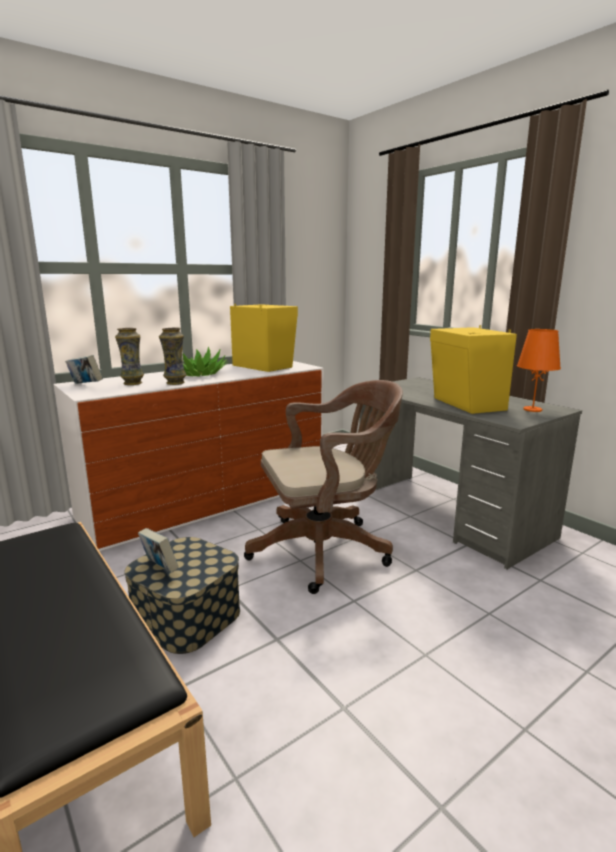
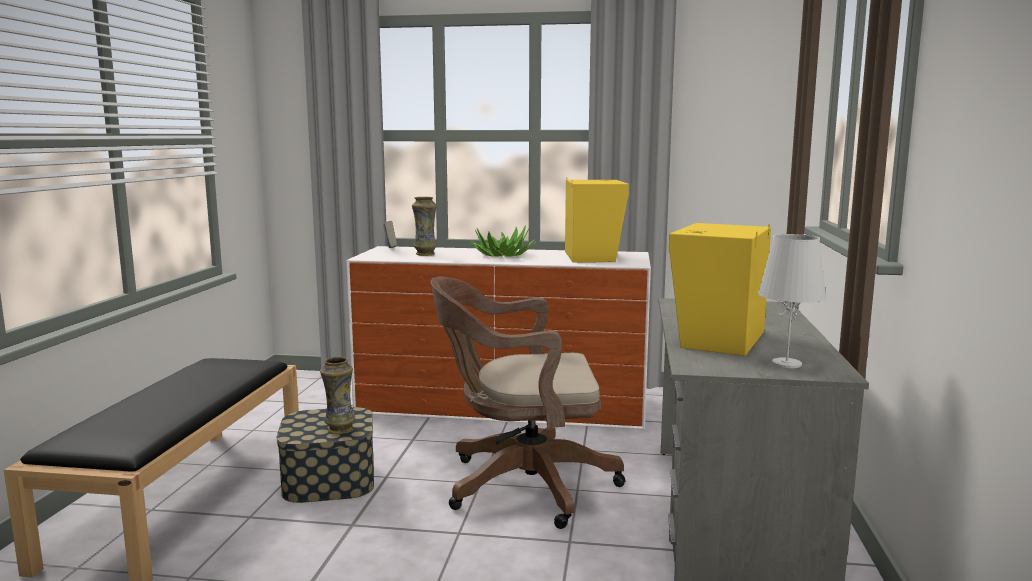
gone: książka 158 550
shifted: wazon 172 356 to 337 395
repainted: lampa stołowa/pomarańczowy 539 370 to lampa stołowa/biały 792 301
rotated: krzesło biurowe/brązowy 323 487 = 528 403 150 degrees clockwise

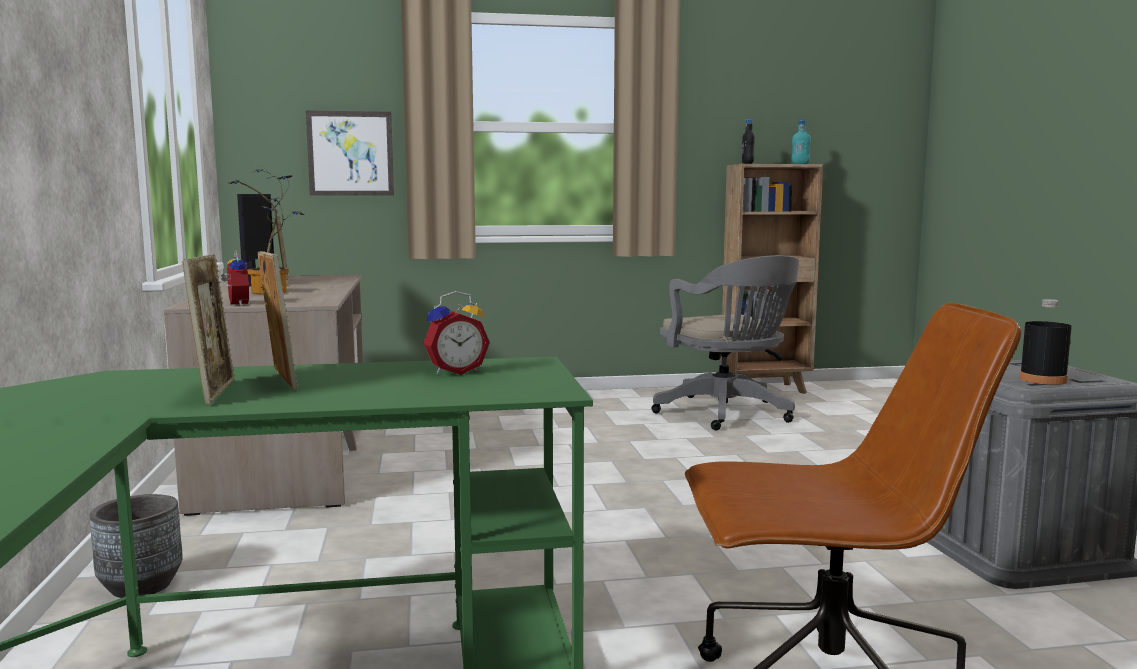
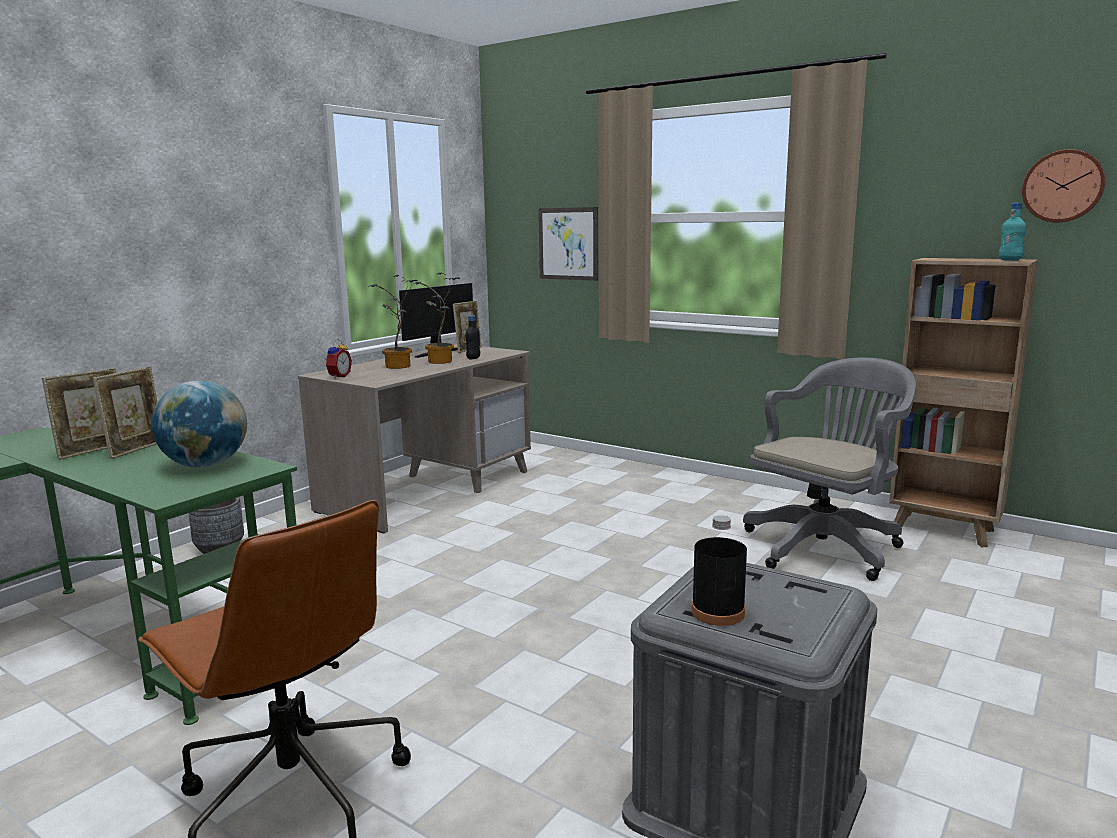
new: zegar ścienny 1063 186; roślina doniczkowa 436 318
shifted: butelka/czarny 748 141 to 472 337
swapped: budzik 457 333 to globus 199 424
rotated: krzesło biurowe/szary 725 342 = 829 469 150 degrees counterclockwise

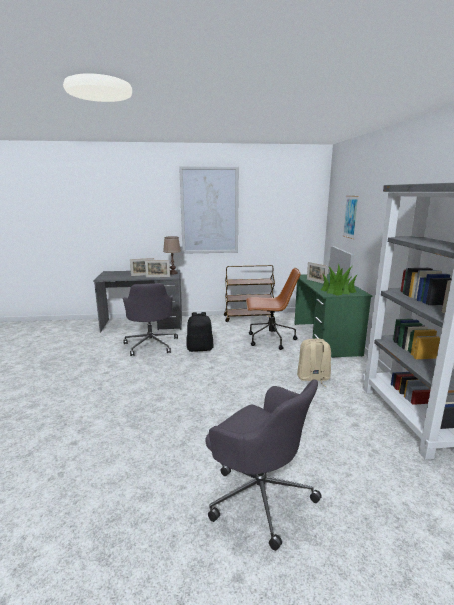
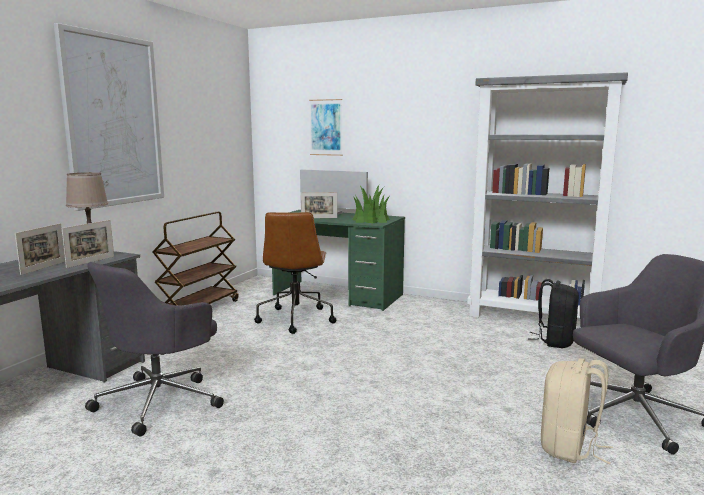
shifted: plecak/czarny 200 332 to 553 313; plecak/beżowy 314 362 to 577 411
rotated: krzesło biurowe/brązowy 273 309 = 295 273 150 degrees clockwise; krzesło biurowe/szary 150 319 = 154 349 105 degrees clockwise

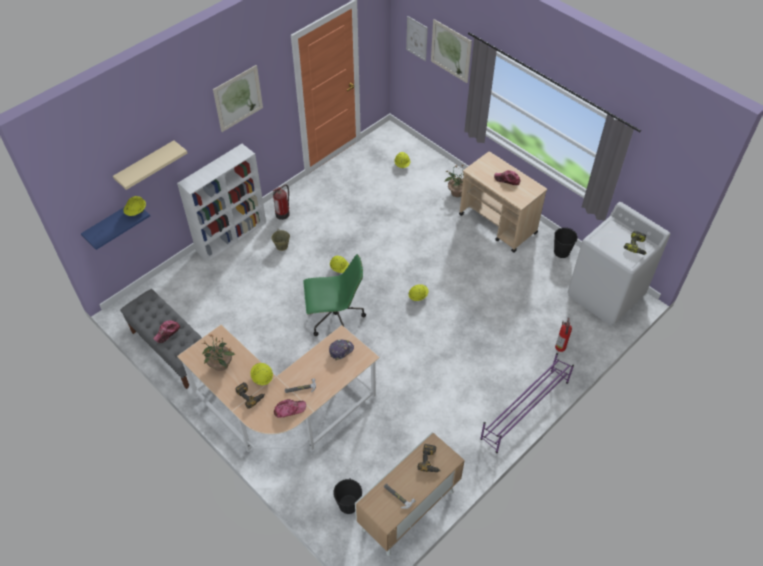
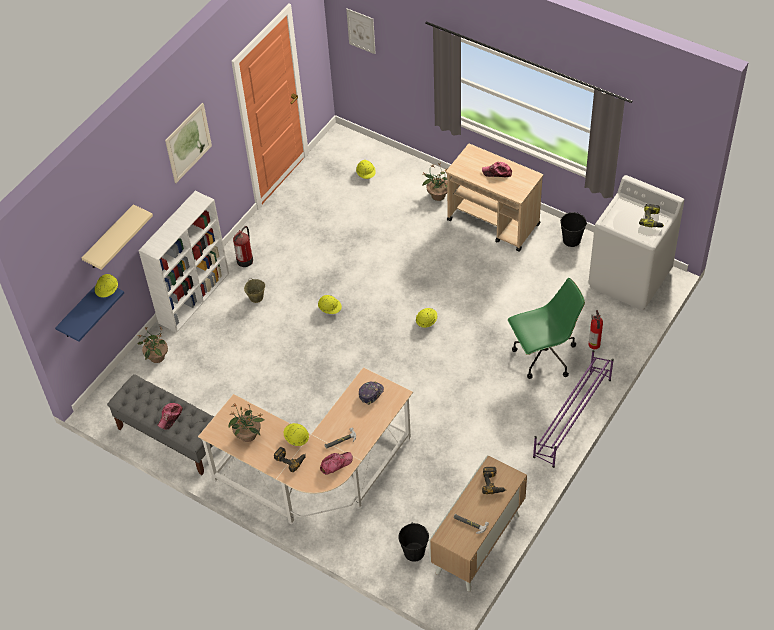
gone: obraz 451 51
new: roślina doniczkowa 152 344
shifted: krzesło biurowe/zielony 334 295 to 546 328

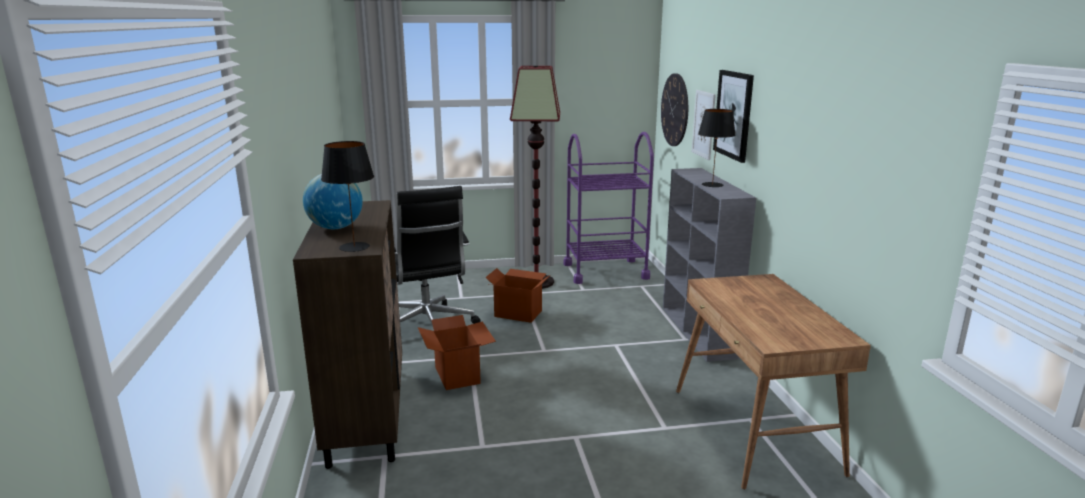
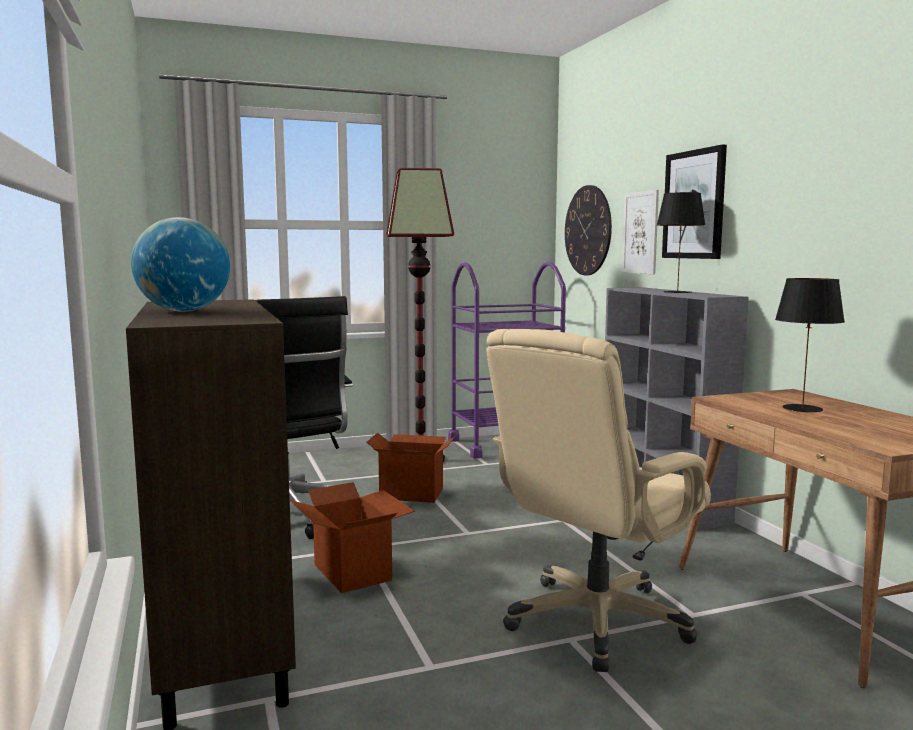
new: krzesło biurowe/beżowy 598 500
shifted: lampa stołowa/czarny 347 196 to 810 345

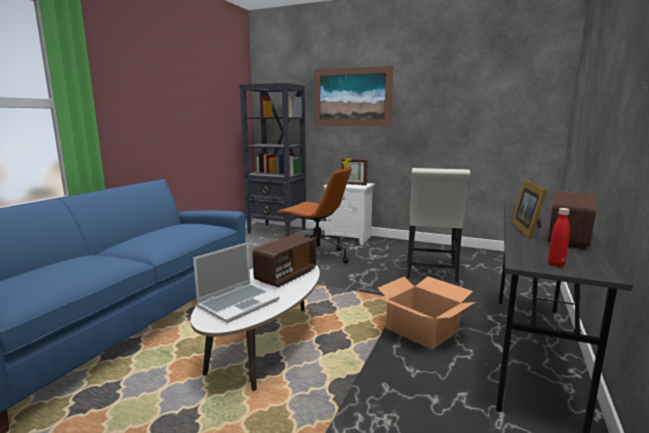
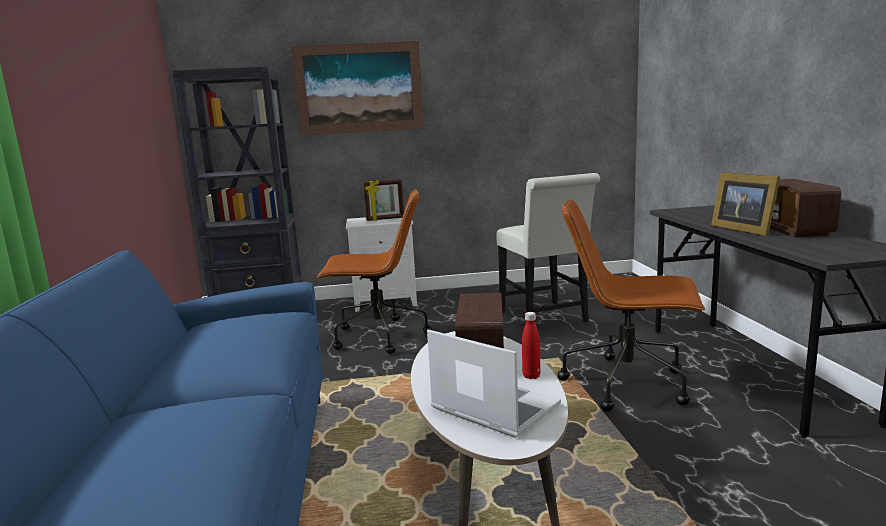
shifted: butelka/czerwony 559 237 to 531 345
swapped: karton 424 313 to krzesło biurowe/brązowy 631 305
rotated: laptop 236 282 = 494 383 60 degrees counterclockwise

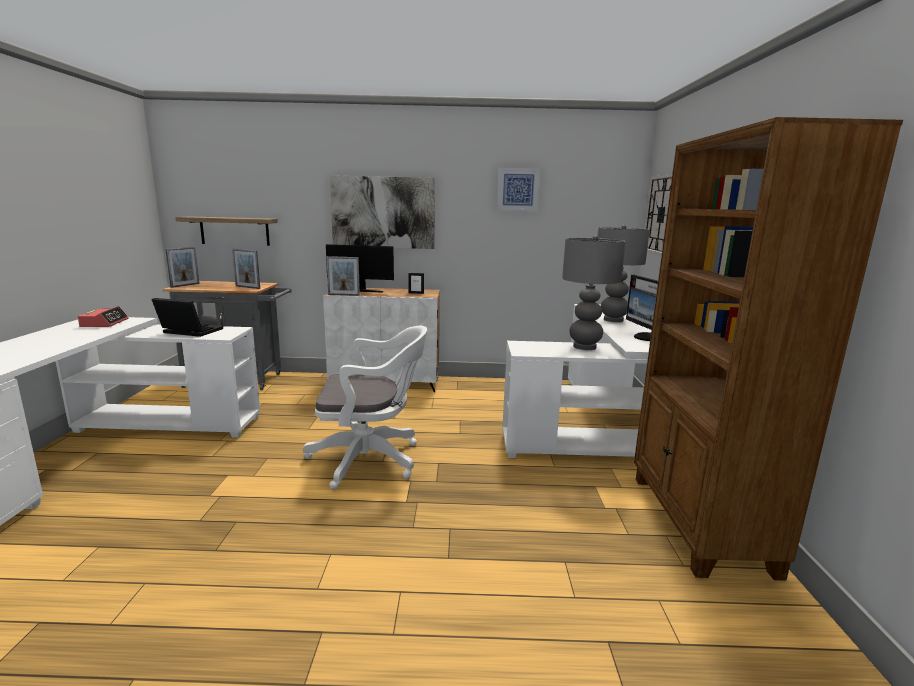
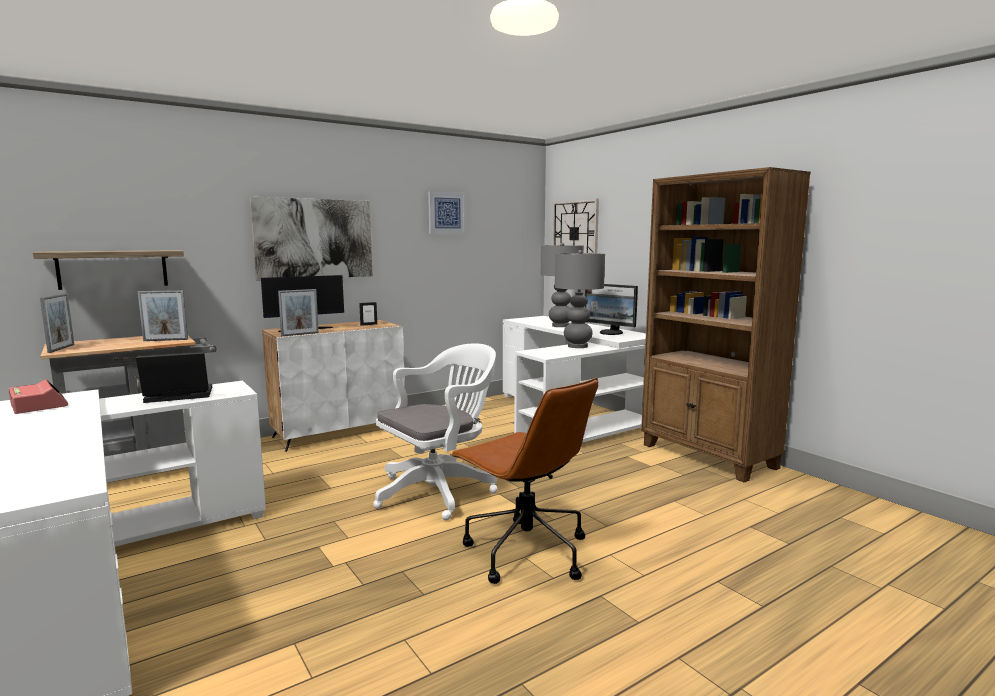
new: krzesło biurowe/brązowy 524 481

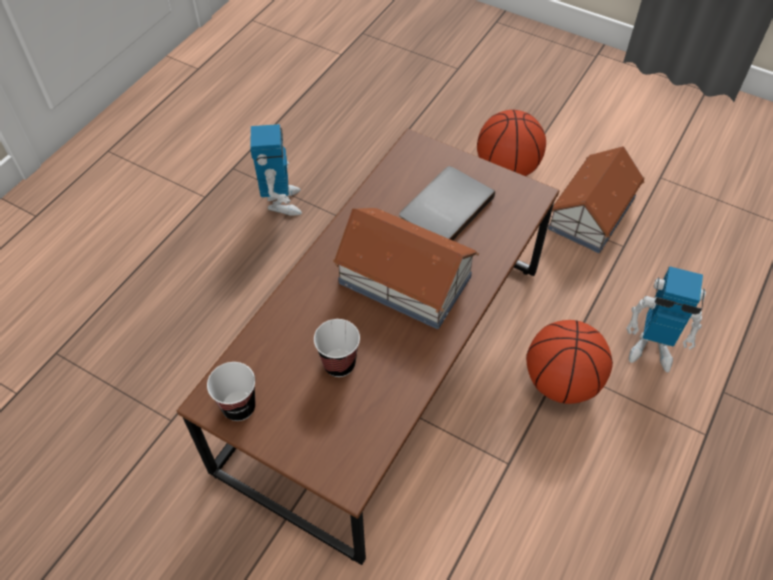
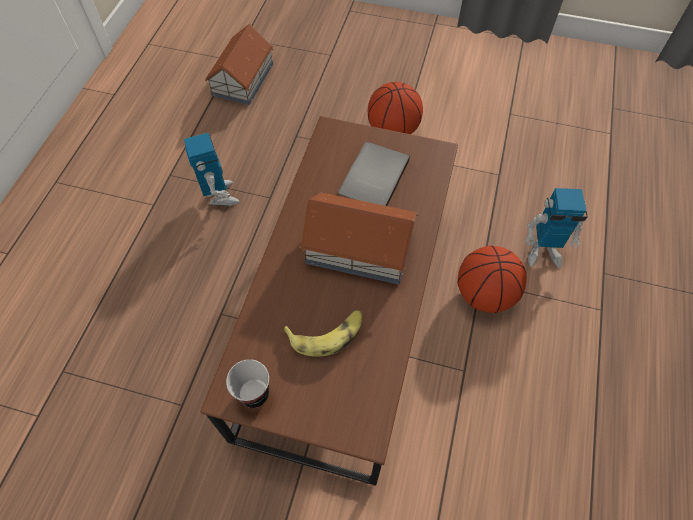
shifted: domek 596 199 to 239 64
swapped: filiżanka 337 348 to banan 322 333

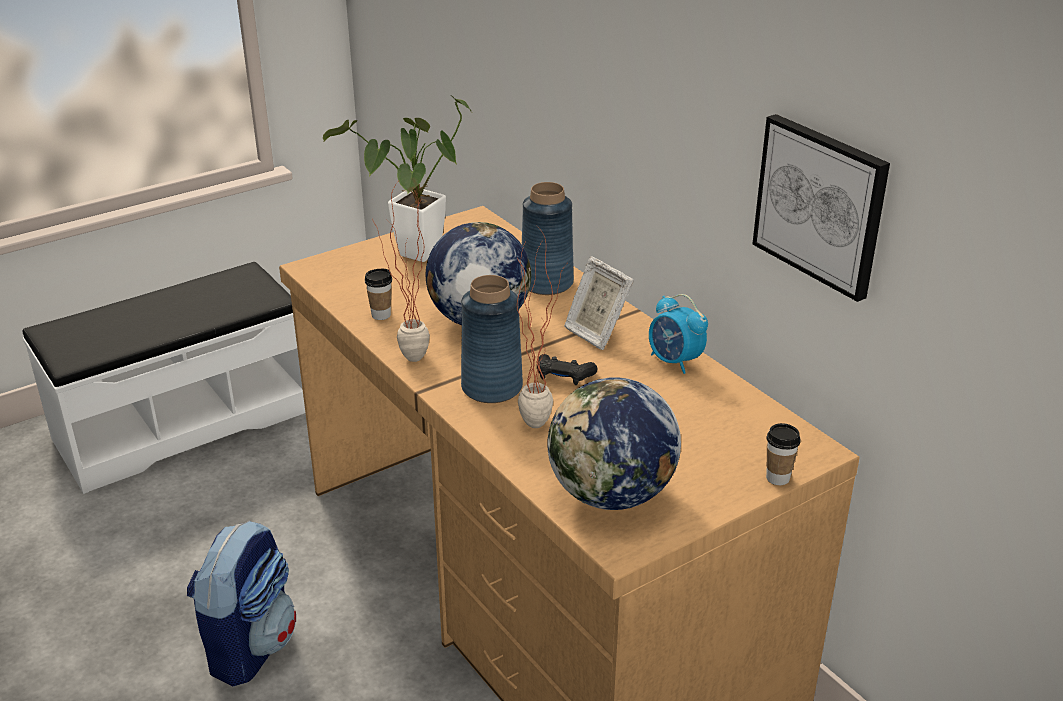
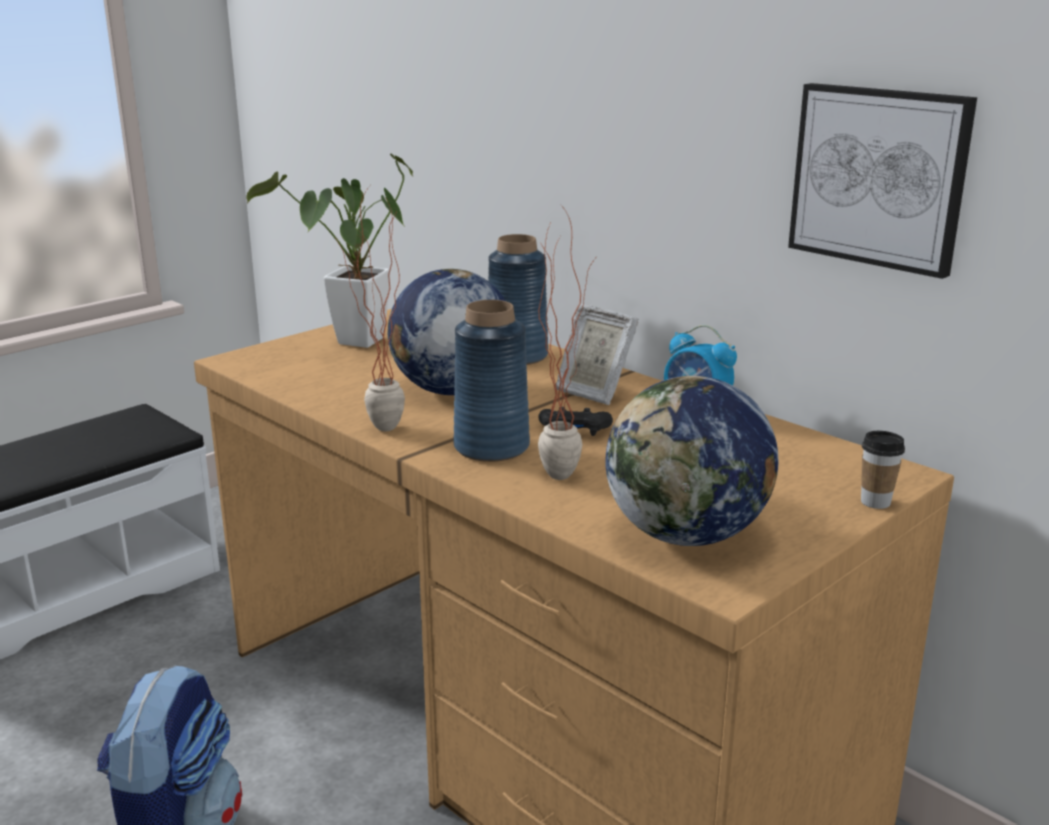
gone: filiżanka 378 294

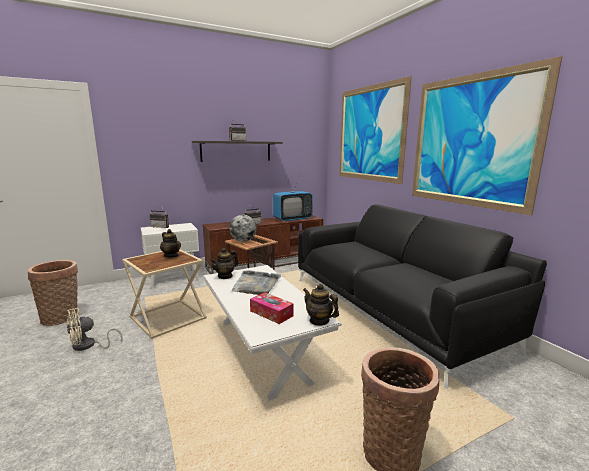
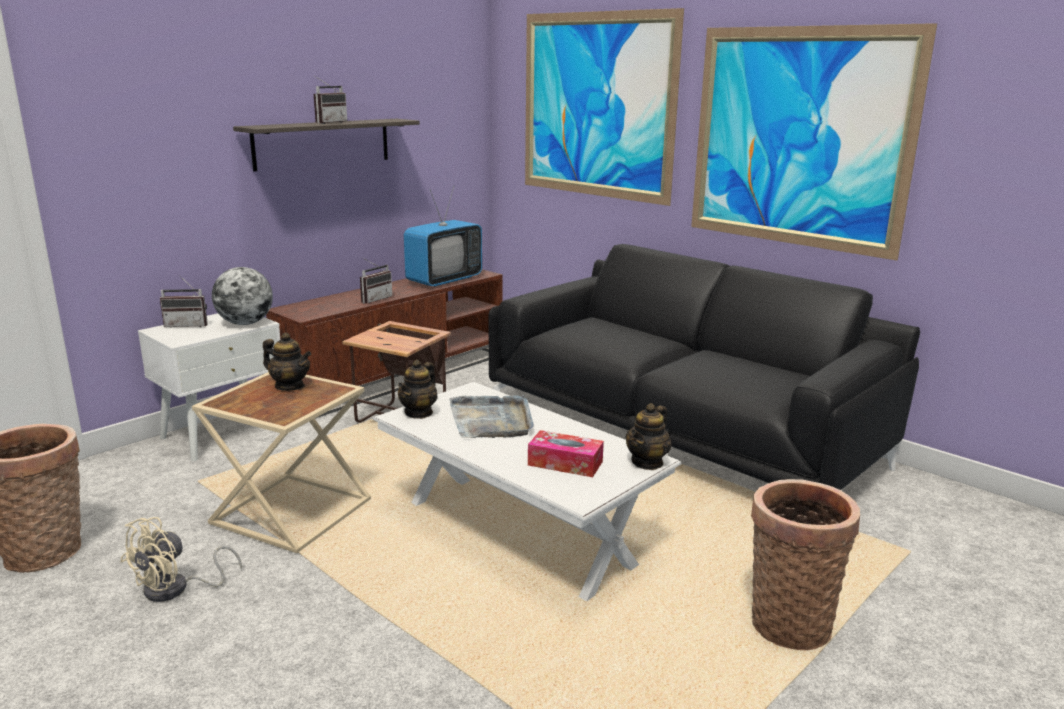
shifted: globus 243 228 to 242 296
rotated: imbryk 321 305 = 649 436 75 degrees counterclockwise

